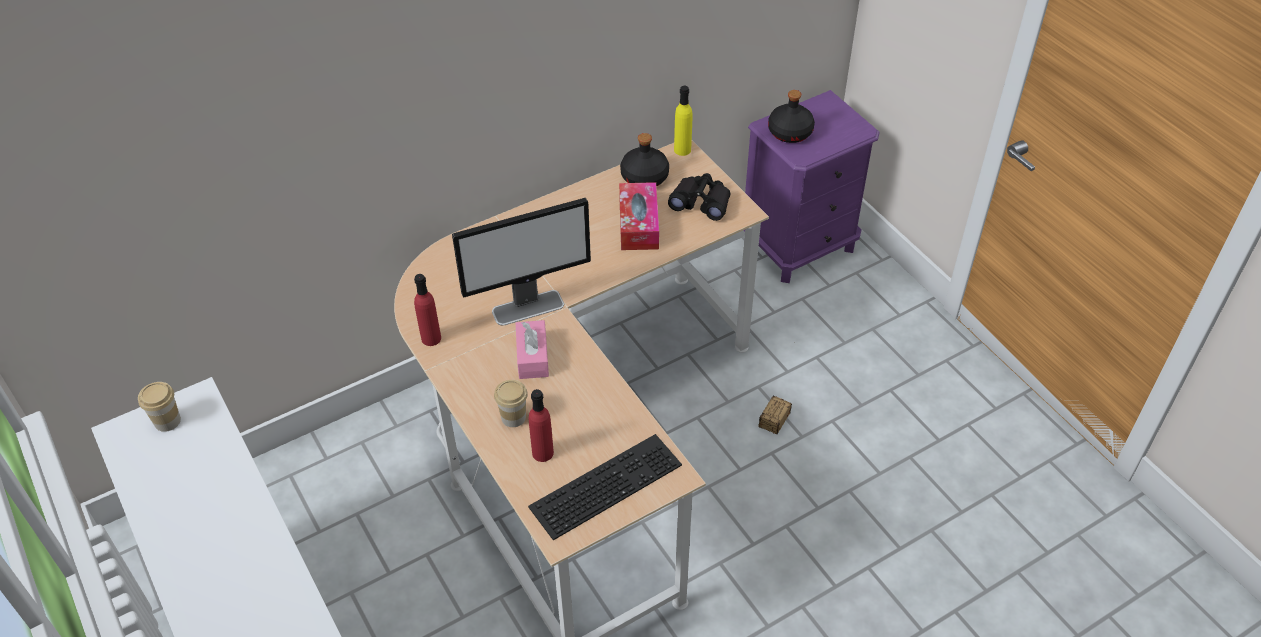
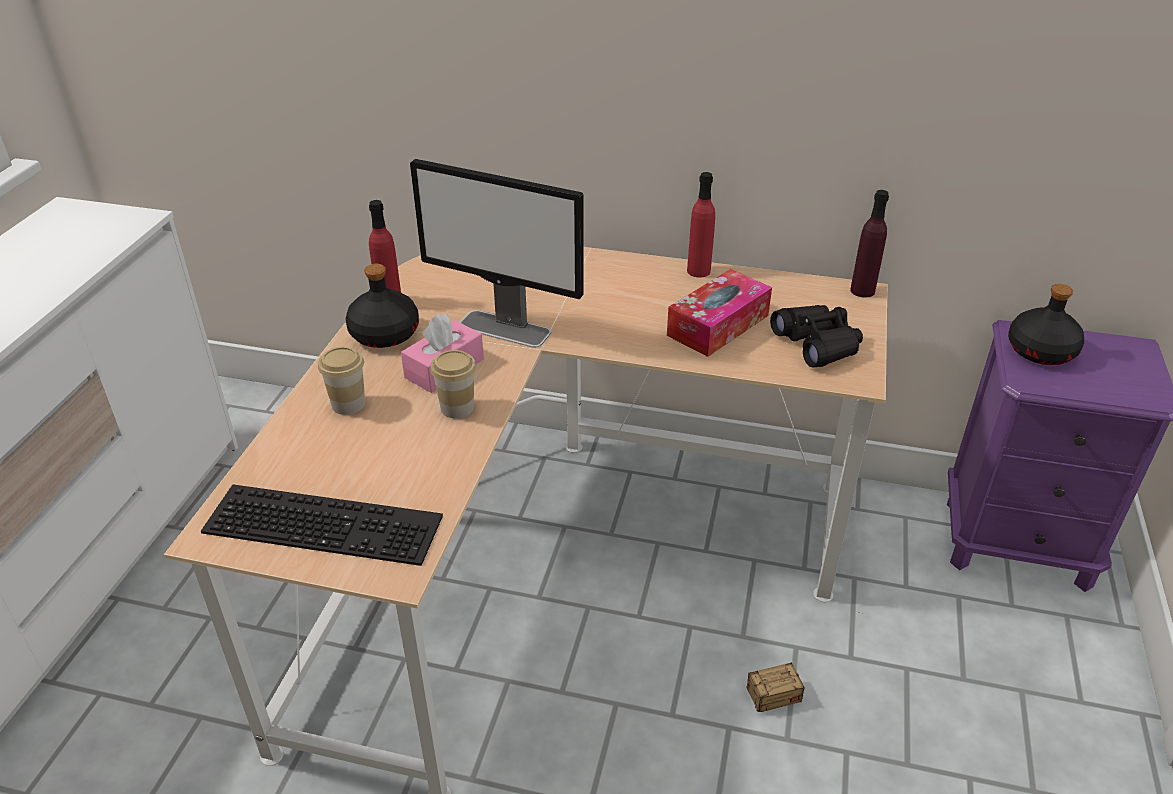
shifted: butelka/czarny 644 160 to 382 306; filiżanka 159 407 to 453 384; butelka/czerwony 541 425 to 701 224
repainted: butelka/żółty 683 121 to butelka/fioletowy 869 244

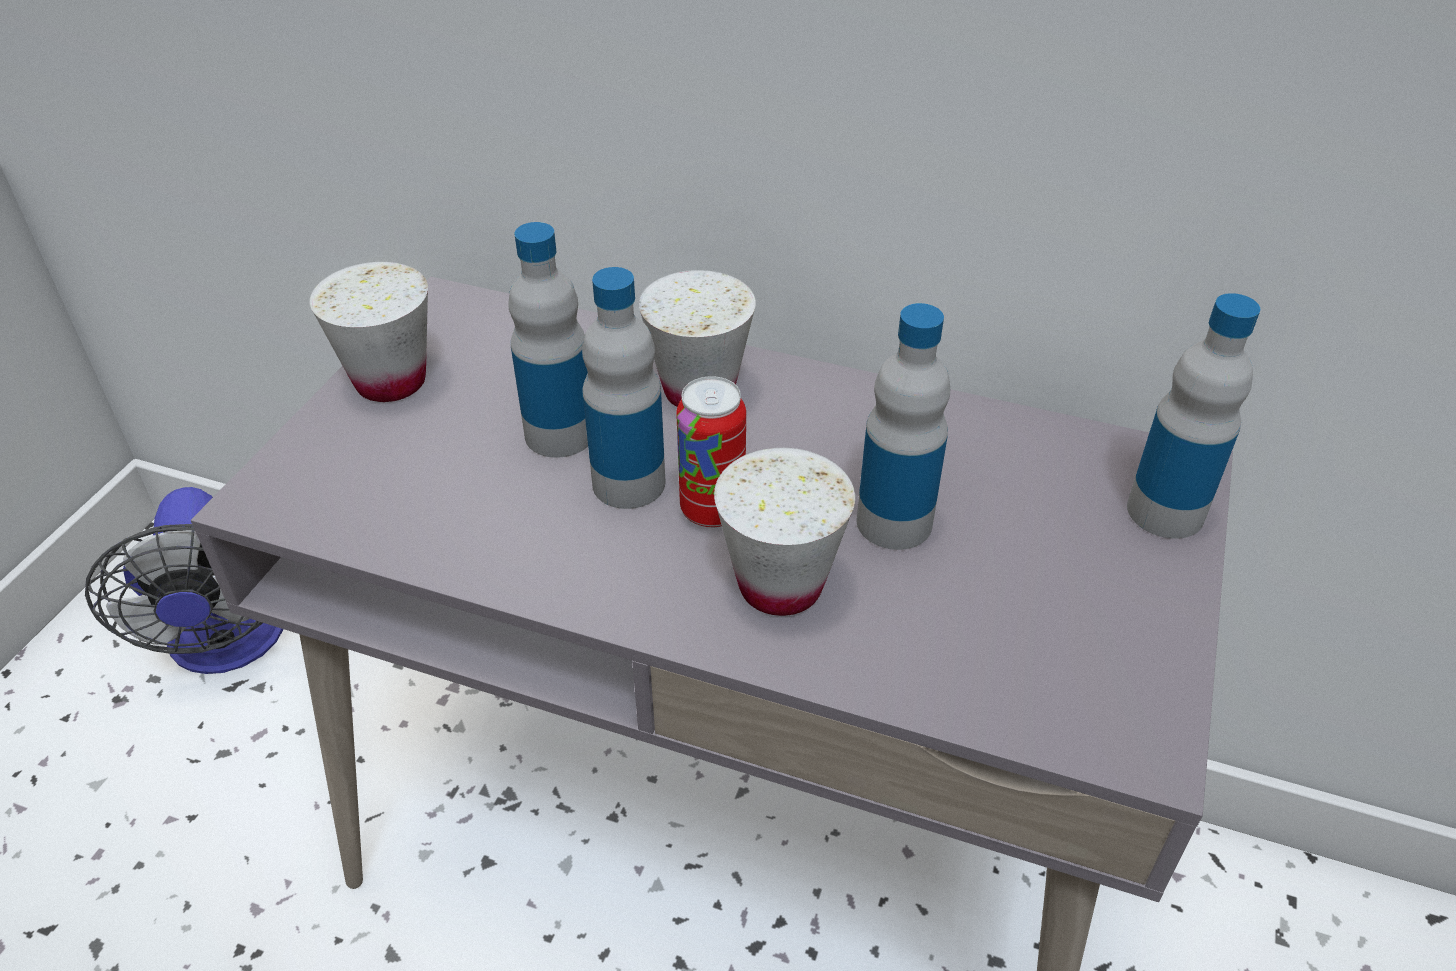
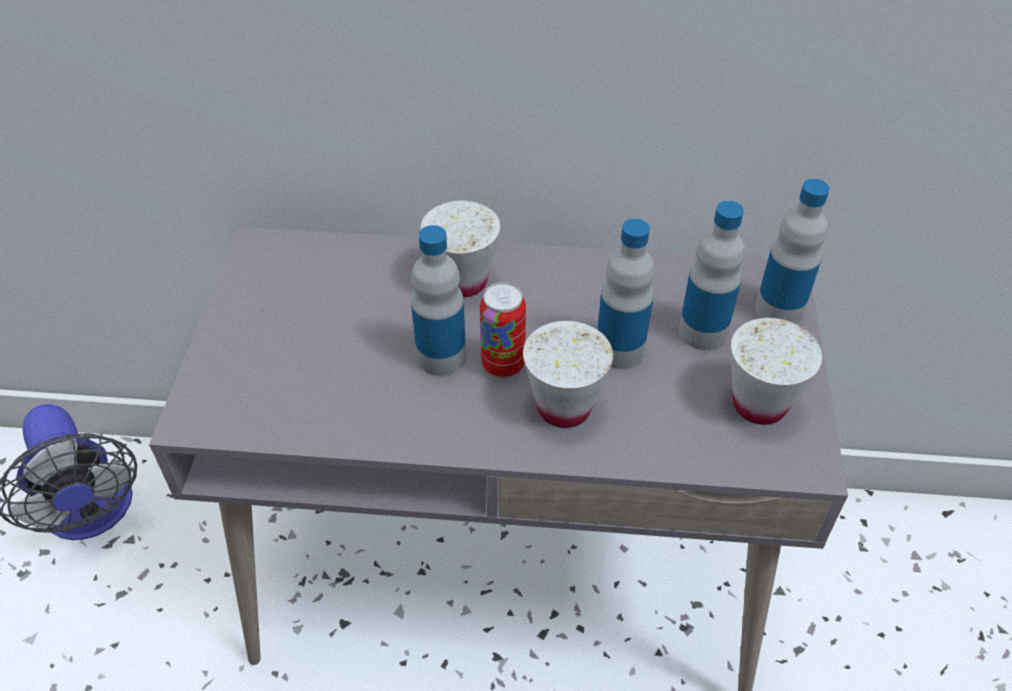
shifted: butelka 548 340 to 712 275; filiżanka/biały 368 332 to 777 371

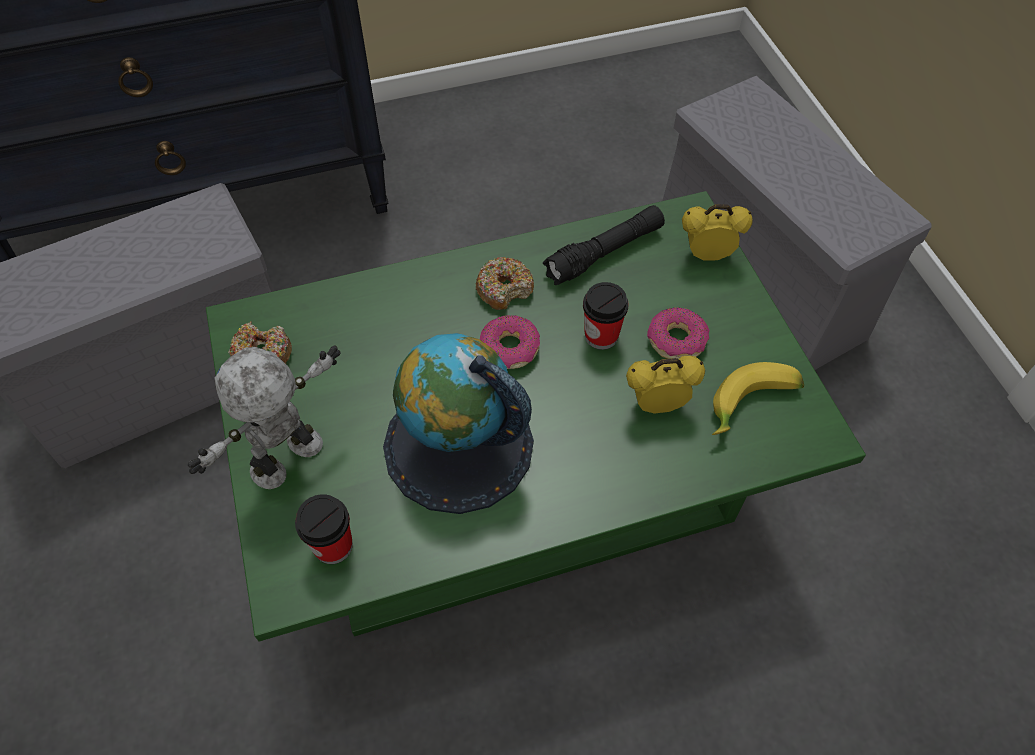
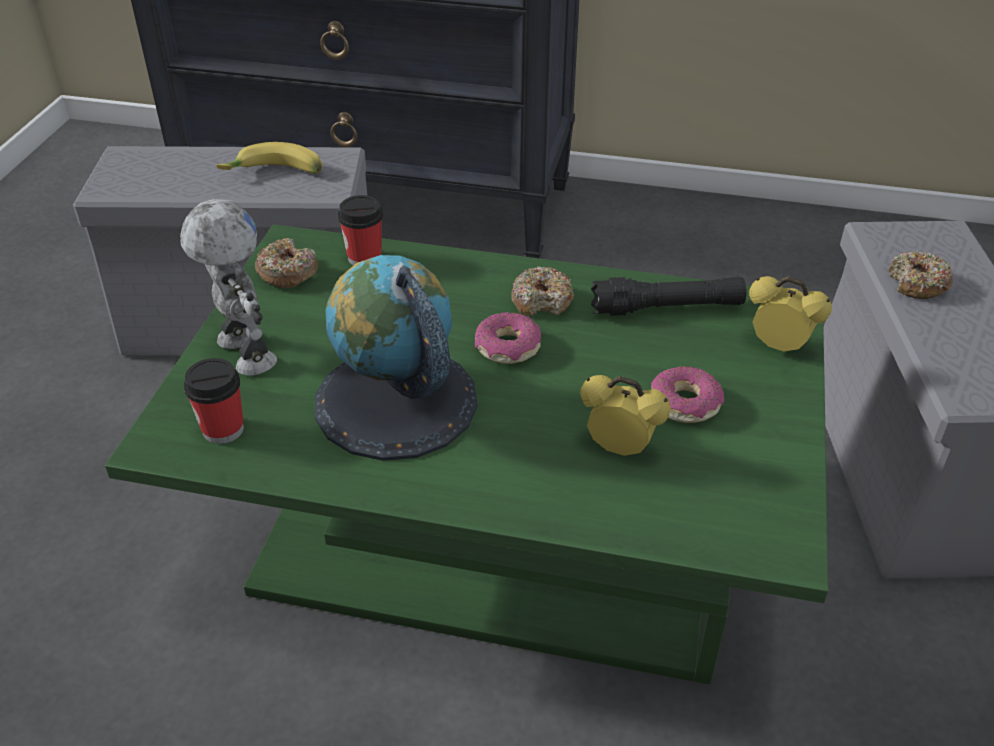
new: donut 921 275
shifted: filiżanka 606 316 to 360 230; banan 758 398 to 269 158
rotated: robot zabawkowy 264 417 = 228 287 75 degrees clockwise

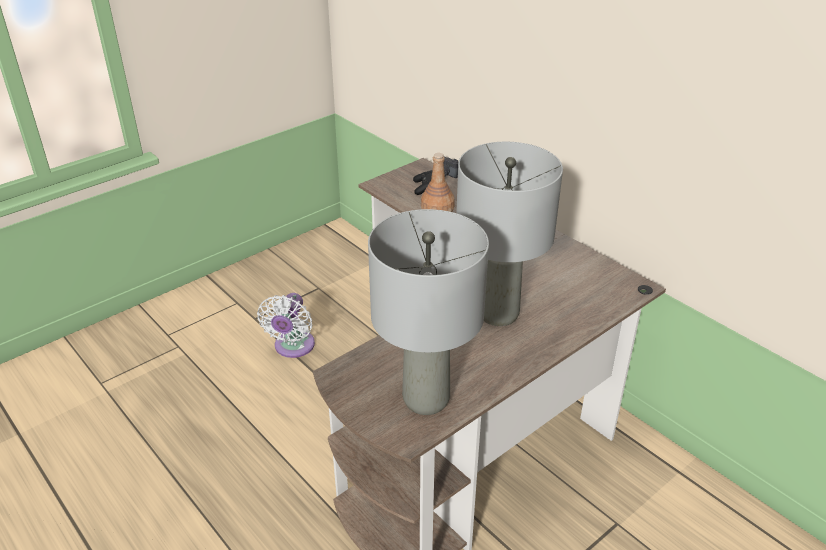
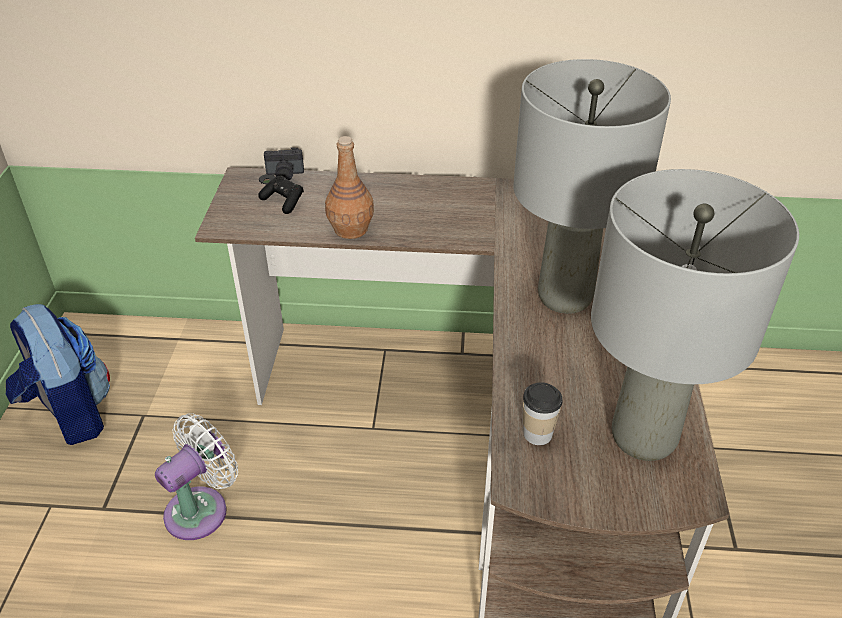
new: plecak 58 374; filiżanka 543 413
rotated: wentylator/biały 286 325 = 196 476 105 degrees counterclockwise

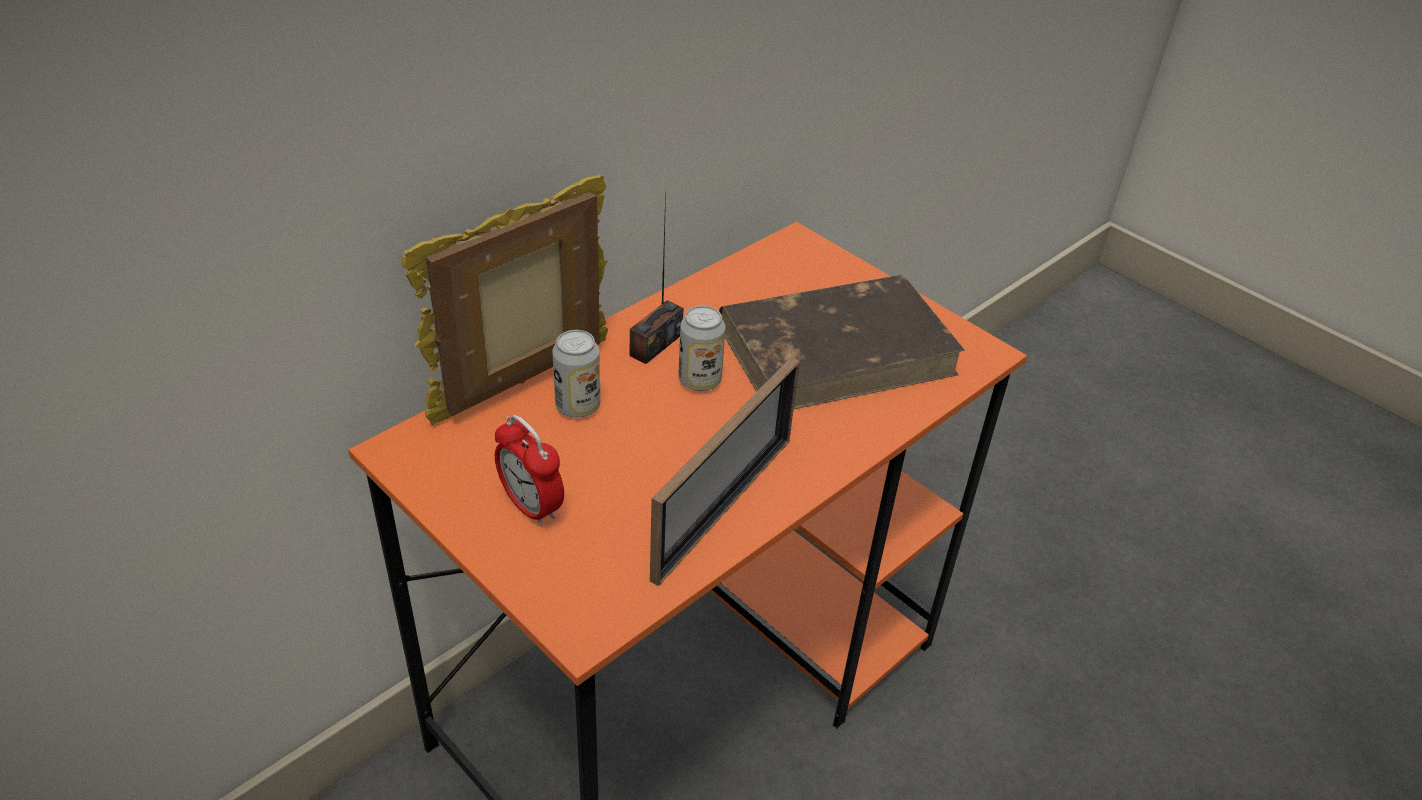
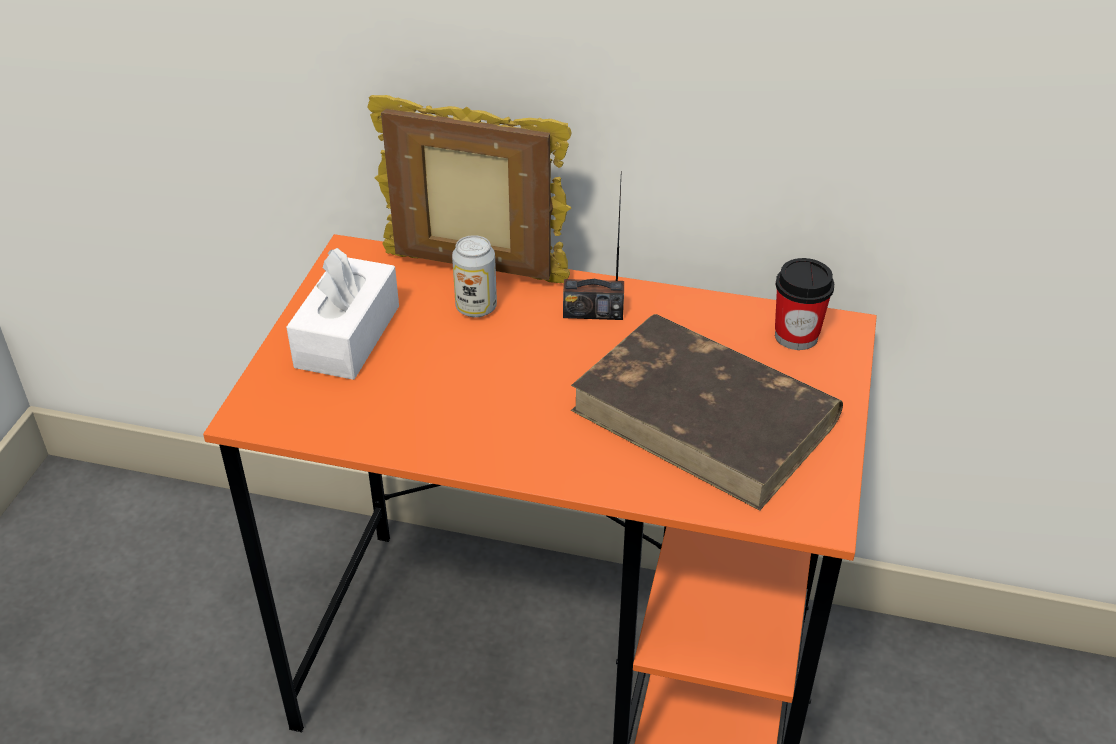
gone: puszka 702 348; ramka na zdjęcie 725 471
new: filiżanka 804 304
swapped: budzik 529 470 to pudełko chusteczek/biały 342 314

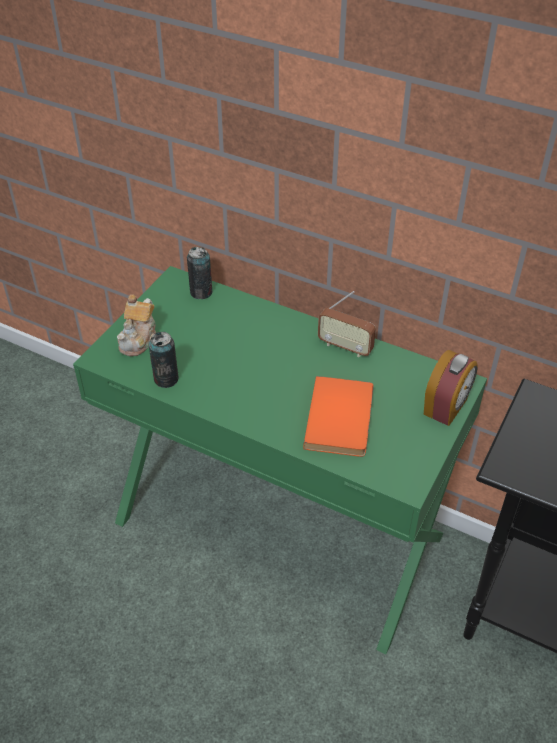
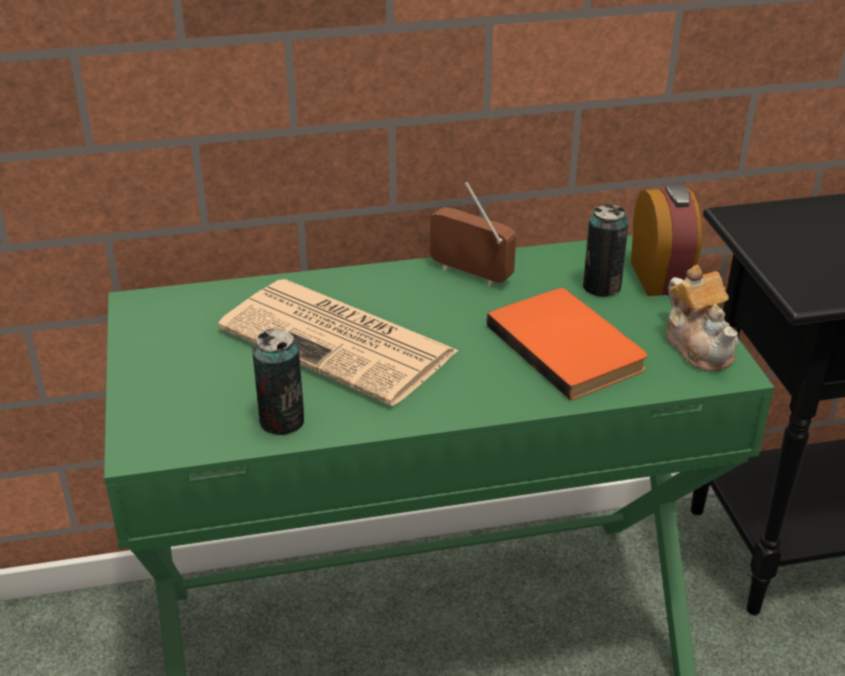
new: gazeta 338 342
shifted: puszka 200 272 to 606 250; imbryk 136 325 to 702 318
rotated: radio 347 324 = 472 234 135 degrees counterclockwise

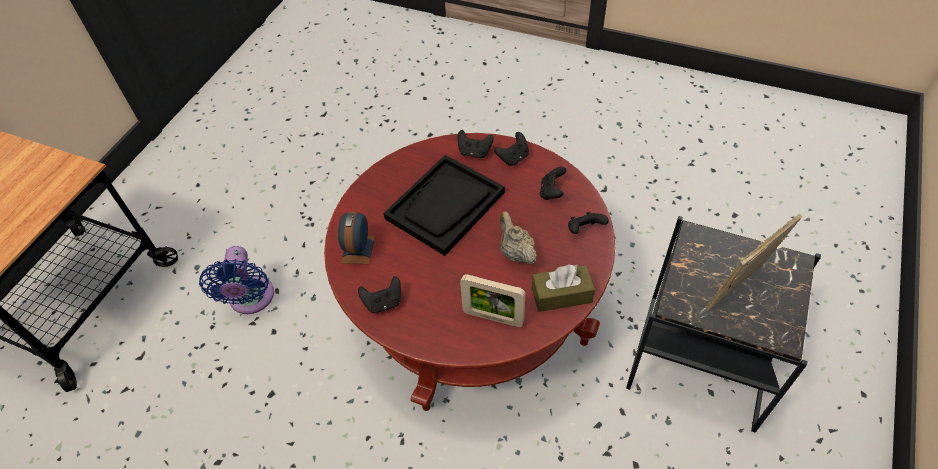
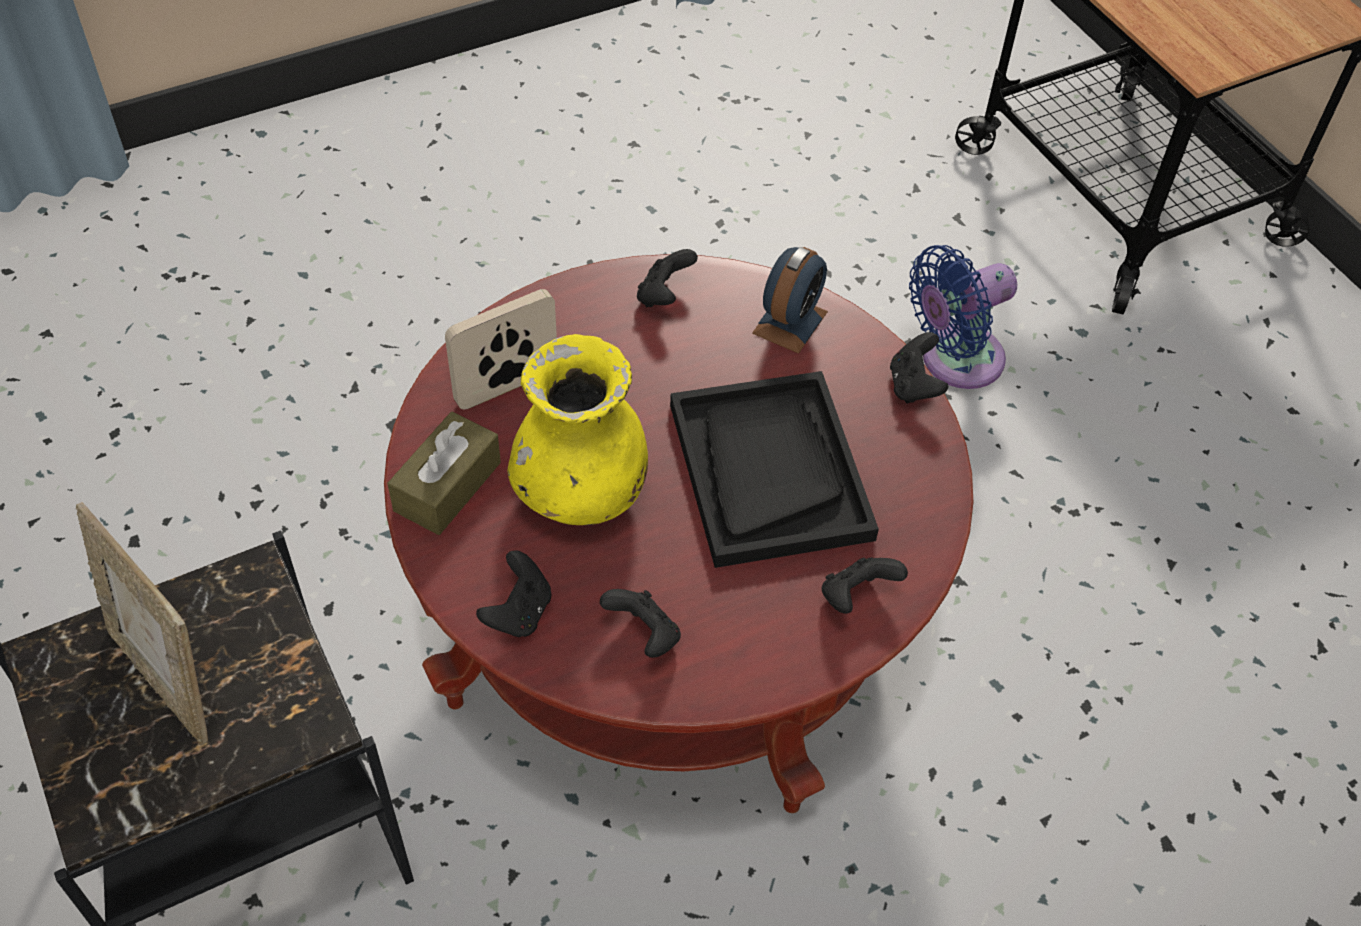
shifted: pad do gier/czarny 511 149 to 919 368
swapped: imbryk/beżowy 518 237 to wazon/żółty 578 429
rotated: budzik 356 237 = 790 300 75 degrees clockwise; ramka na zdjęcie 754 262 = 142 623 135 degrees clockwise; wentylator/niebieski 236 280 = 963 317 60 degrees counterclockwise

